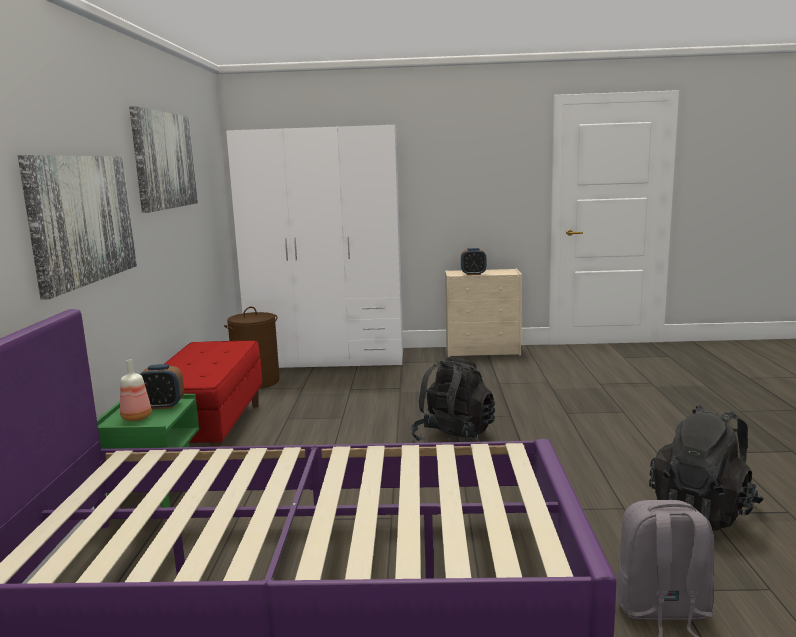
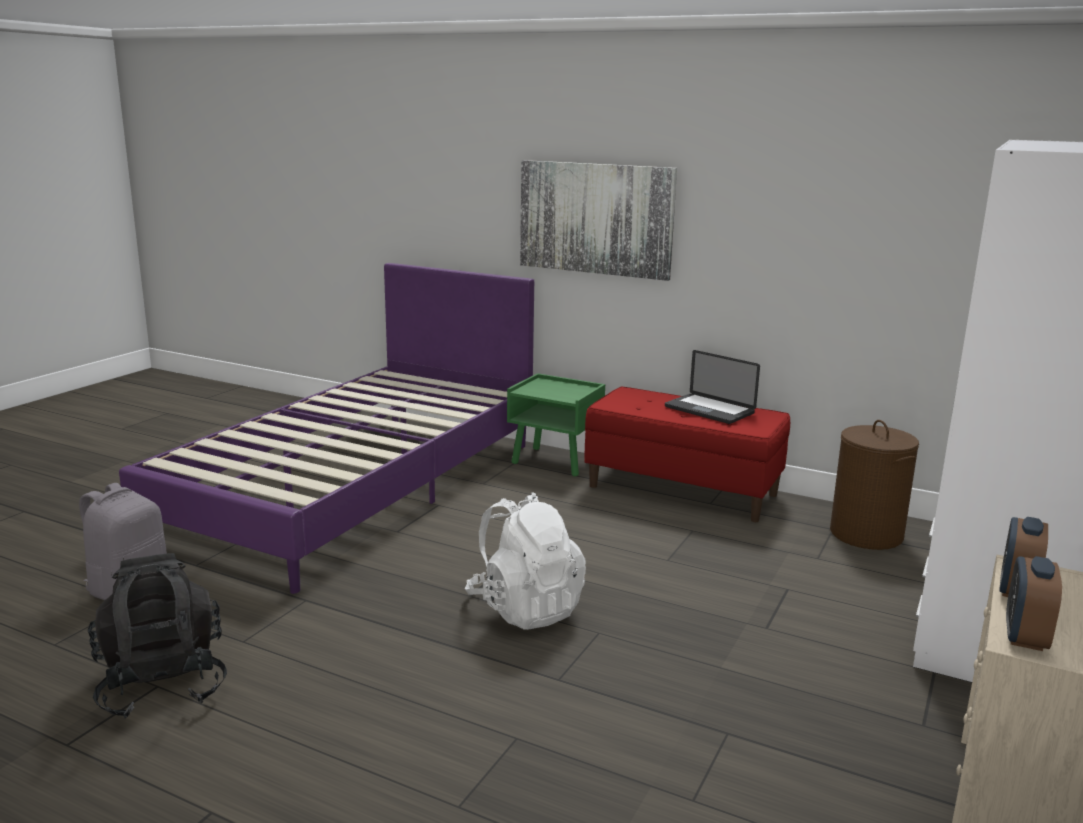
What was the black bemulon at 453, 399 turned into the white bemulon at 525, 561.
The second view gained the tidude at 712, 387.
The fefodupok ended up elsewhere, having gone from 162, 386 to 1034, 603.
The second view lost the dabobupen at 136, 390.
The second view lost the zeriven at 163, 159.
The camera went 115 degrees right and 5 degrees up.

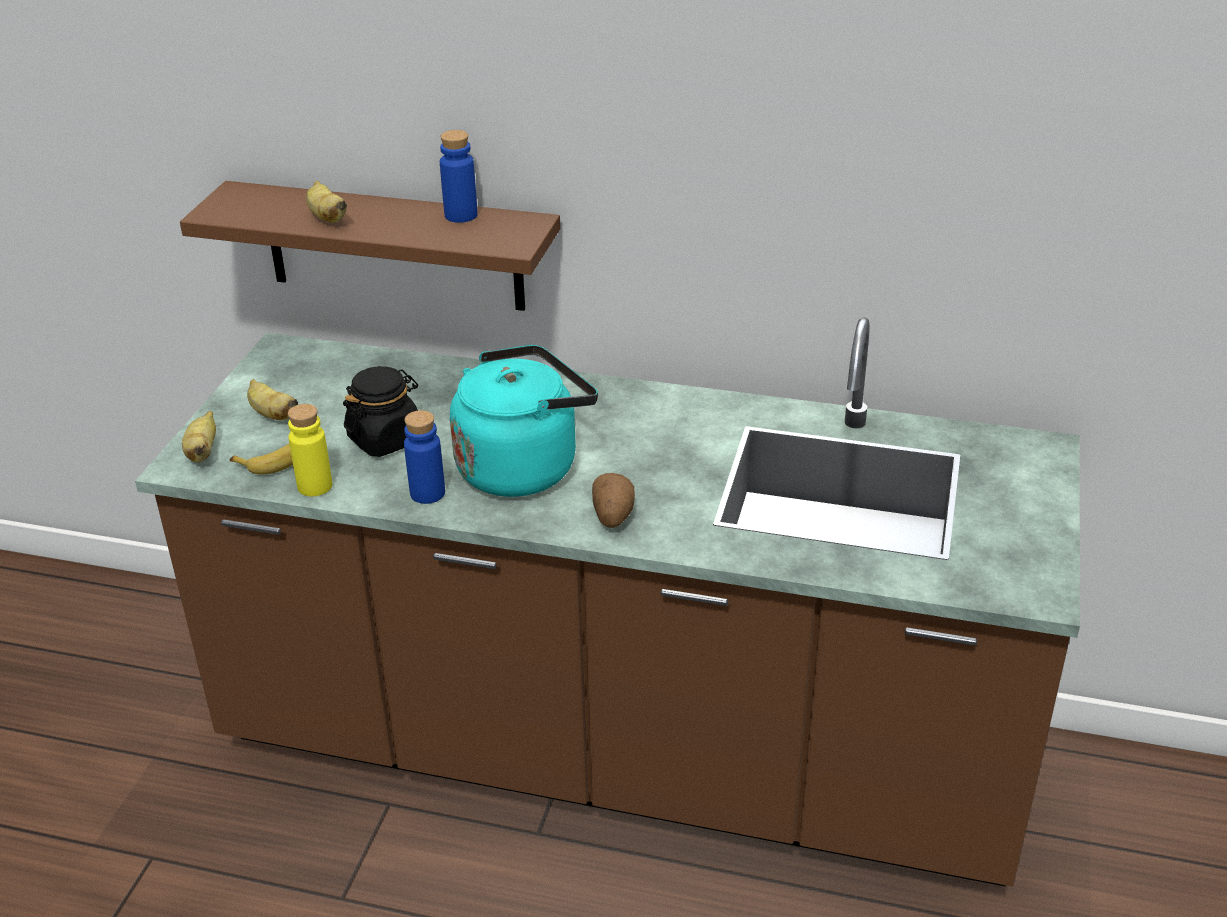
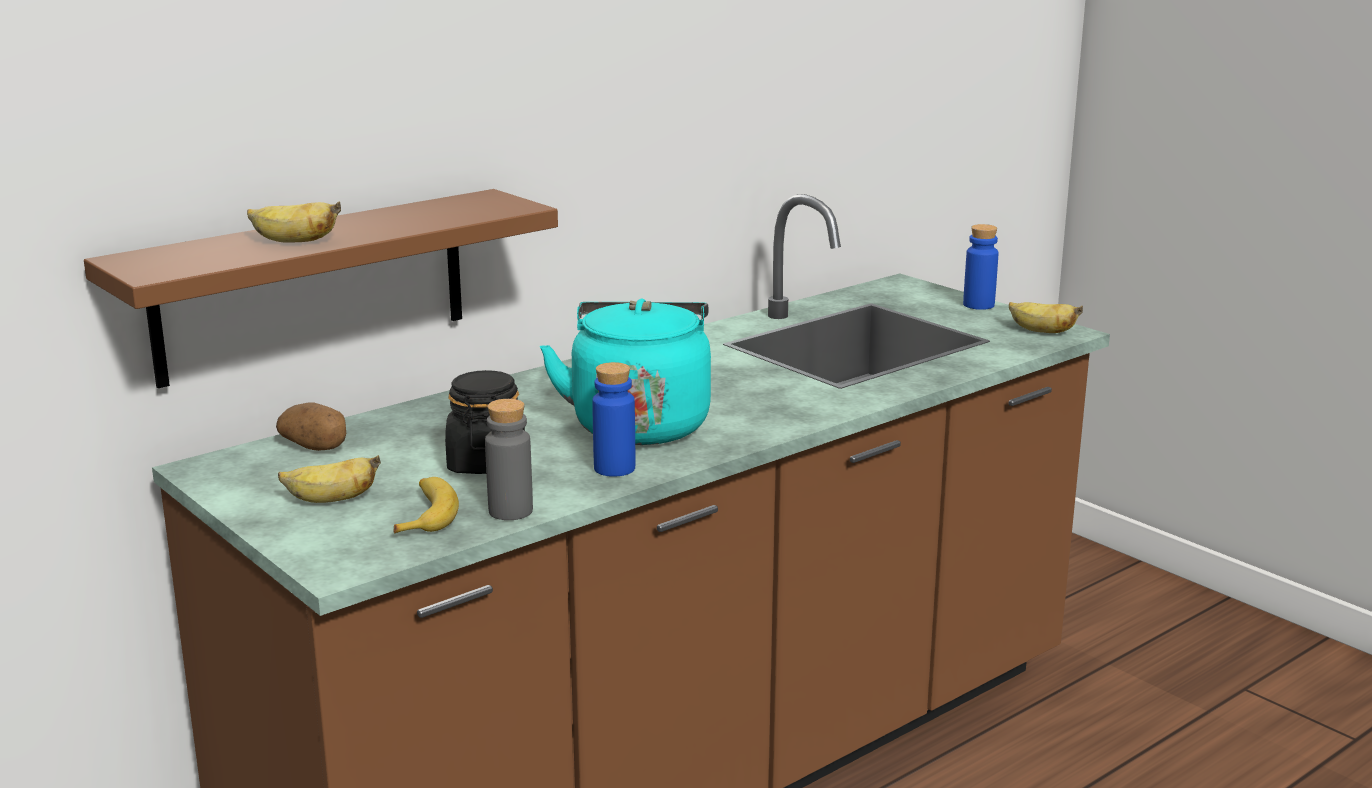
The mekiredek ended up elsewhere, having gone from 613, 500 to 311, 426.
What was the yellow dabobupen at 310, 450 turned into the grey dabobupen at 509, 459.
The blue dabobupen ended up elsewhere, having gone from 459, 176 to 981, 267.
The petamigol ended up elsewhere, having gone from 199, 437 to 1046, 317.
The camera went 55 degrees left and 15 degrees down.

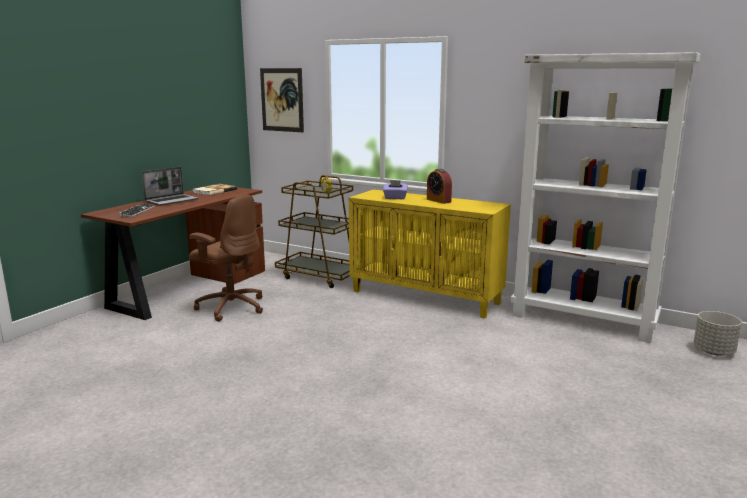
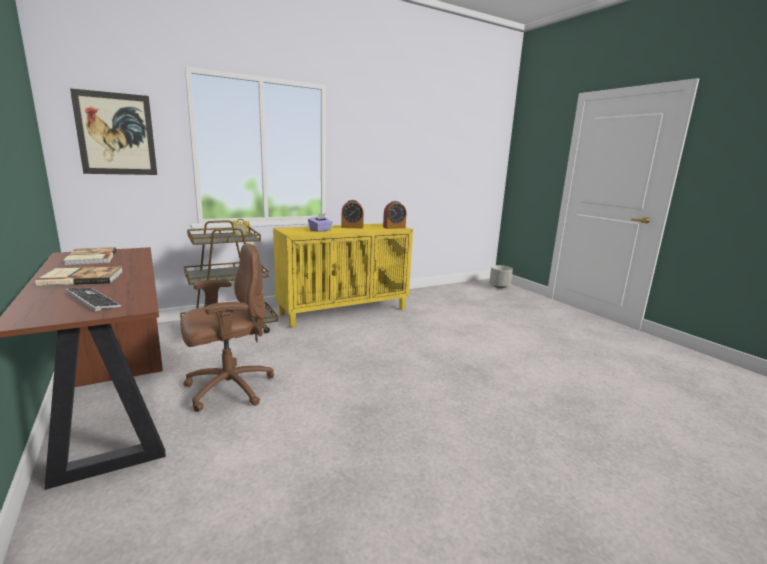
Where the tidude stood at 170, 186, the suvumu came to stand at 79, 276.
The second view gained the fefodupok at 394, 215.
The second view lost the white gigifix at 605, 197.
The camera went 60 degrees left and 0 degrees up.

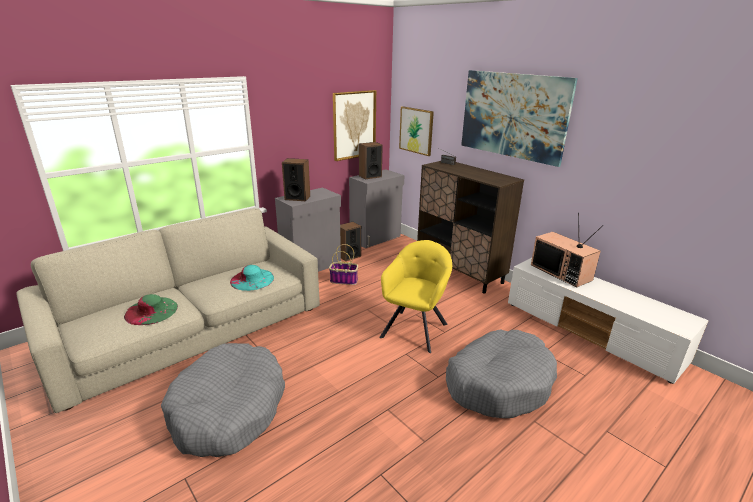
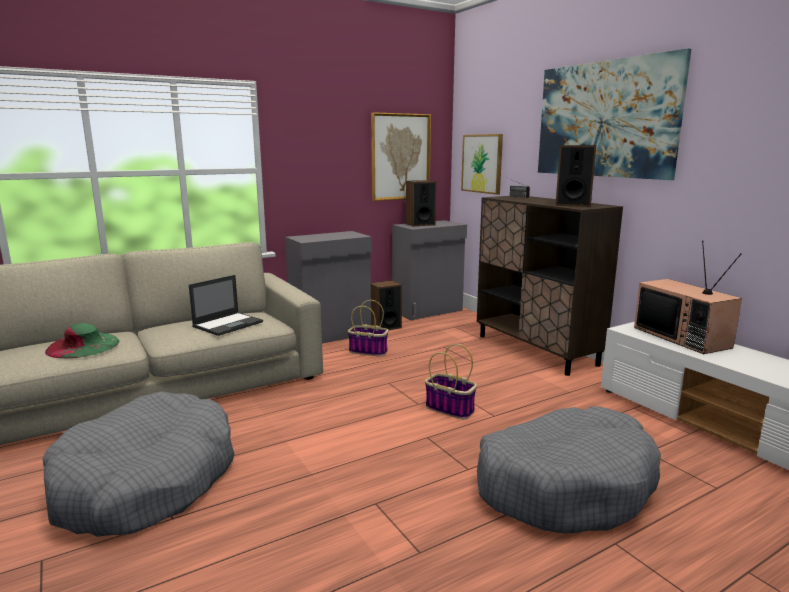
Where the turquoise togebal stood at 252, 278, the tidude came to stand at 226, 305.
Where the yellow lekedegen stood at 415, 296, the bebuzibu came to stand at 451, 381.
The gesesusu ended up elsewhere, having gone from 296, 179 to 575, 176.
The camera went 10 degrees right and 10 degrees down.

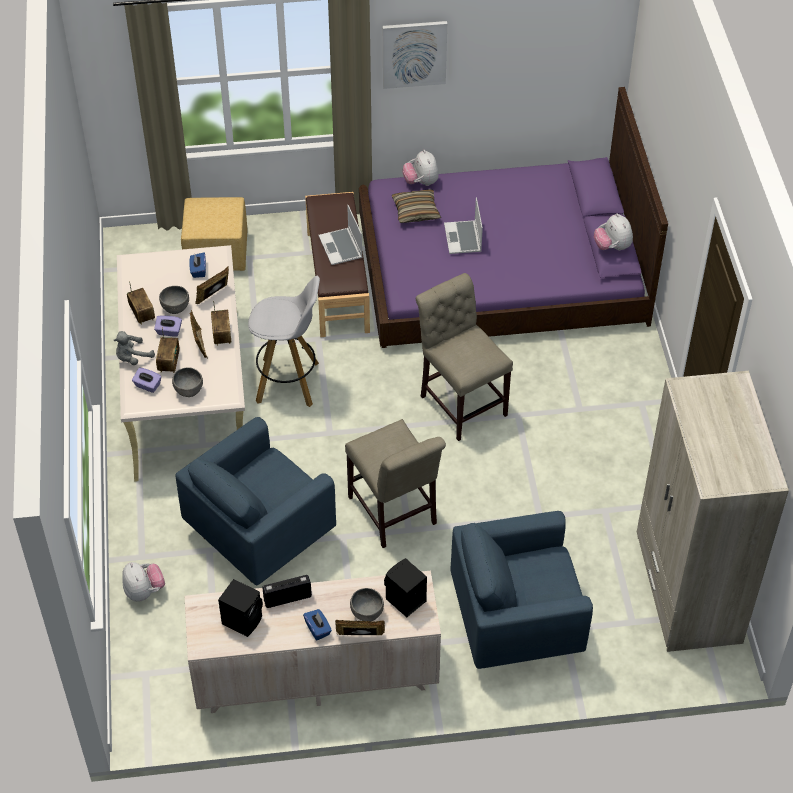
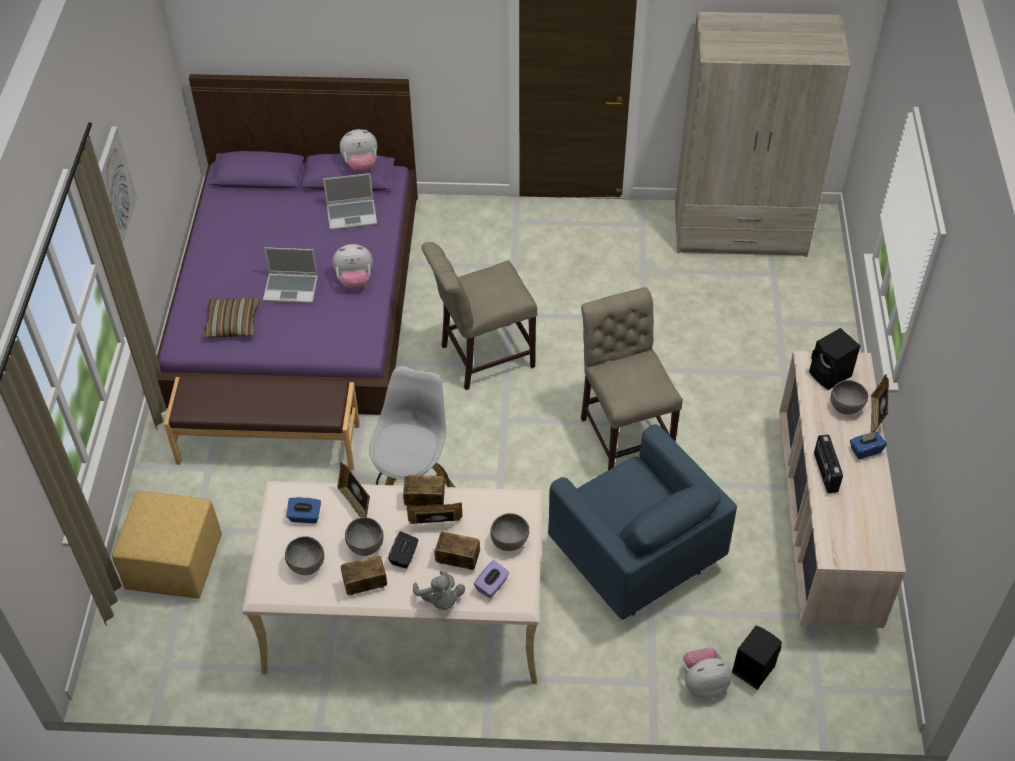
The second view gained the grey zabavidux at 304, 555.
The tidude ended up elsewhere, having gone from 340, 235 to 350, 201.
The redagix ended up elsewhere, having gone from 421, 168 to 353, 267.
What was the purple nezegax at 168, 326 turned into the black nezegax at 403, 550.
The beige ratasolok at 395, 483 ended up facing another way, 90 degrees counterclockwise from before.
The black gesesusu ended up elsewhere, having gone from 240, 608 to 757, 658.
The second view lost the blue lekedegen at 521, 590.
The camera went 80 degrees left and 0 degrees up.

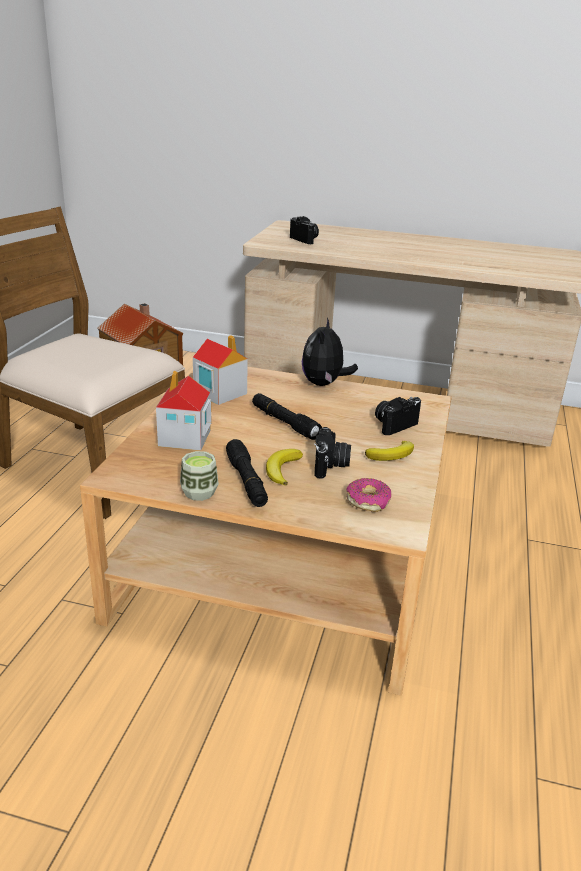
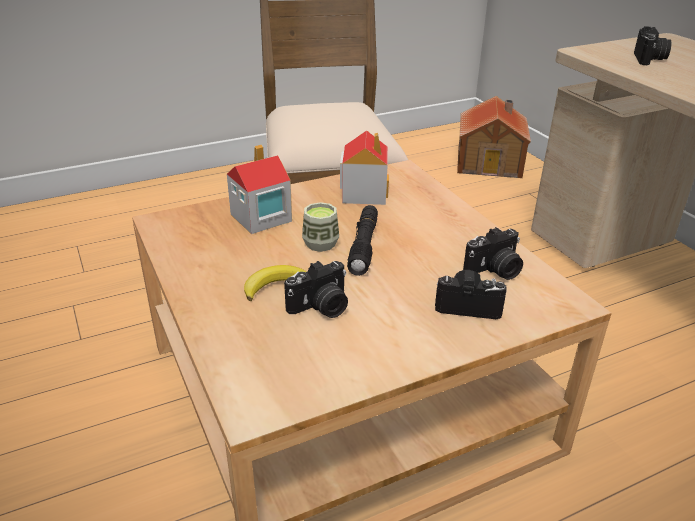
The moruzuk ended up elsewhere, having gone from 199, 476 to 320, 227.
The second view gained the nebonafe at 493, 253.
The second view lost the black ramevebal at 247, 473.
The second view lost the redagix at 330, 352.
The second view lost the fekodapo at 368, 495.
The second view lost the petamigol at 389, 451.
The camera went 50 degrees right and 5 degrees up.

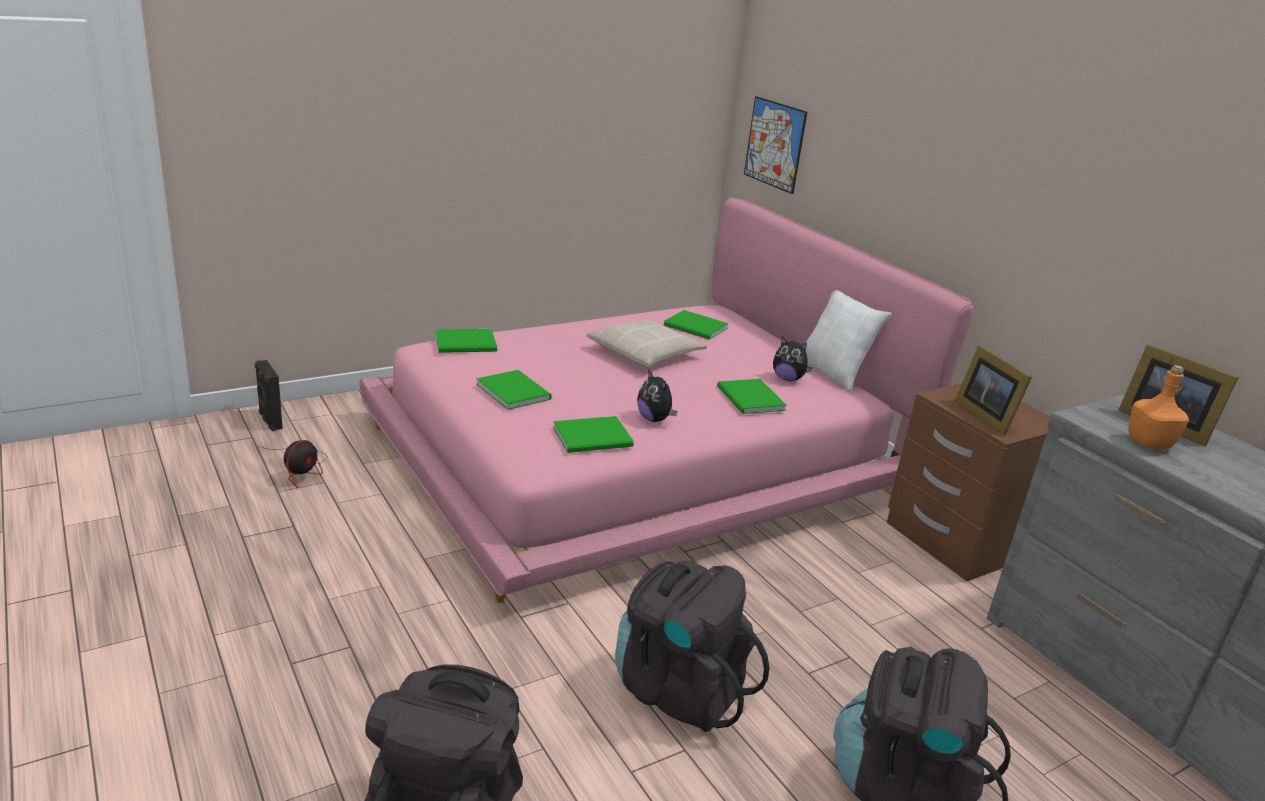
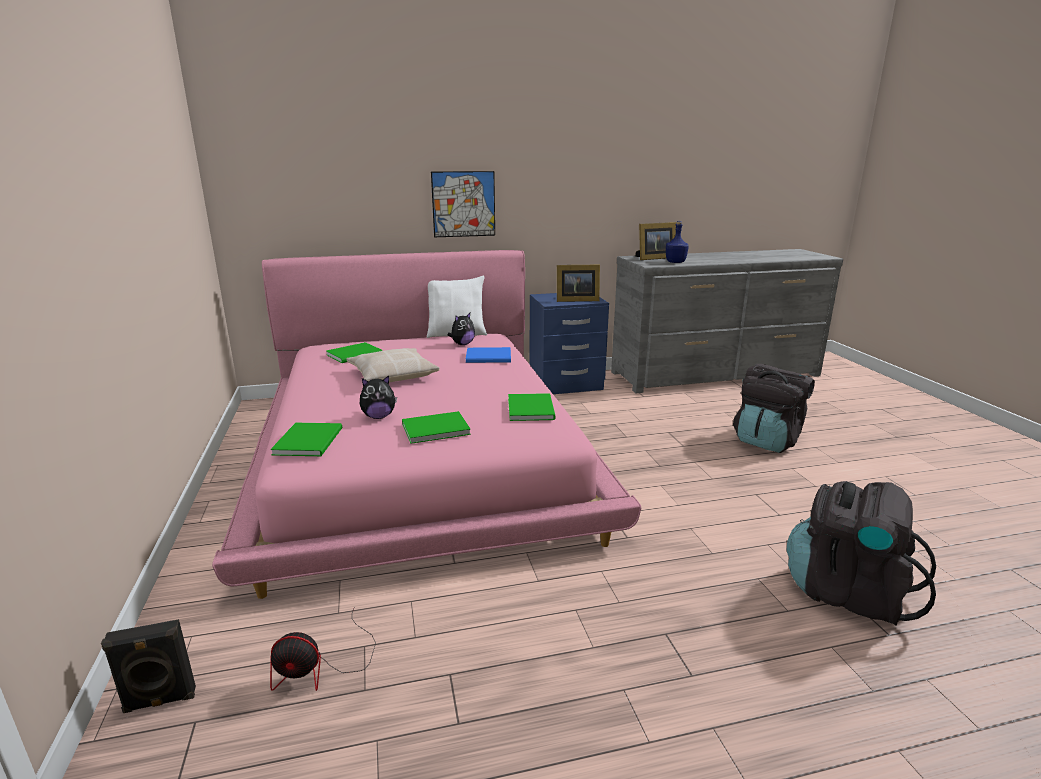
The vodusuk at 294, 464 ended up facing another way, 135 degrees clockwise from before.
The redagix ended up elsewhere, having gone from 657, 395 to 378, 397.
The zeriven ended up elsewhere, having gone from 775, 145 to 463, 204.
What was the green suvumu at 752, 396 turned into the blue suvumu at 488, 355.
What was the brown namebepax at 968, 482 turned into the blue namebepax at 569, 343.
What was the orange dabobupen at 1158, 407 turned into the blue dabobupen at 677, 242.
The second view lost the black bemulon at 692, 646.
The camera went 70 degrees left and 5 degrees down.

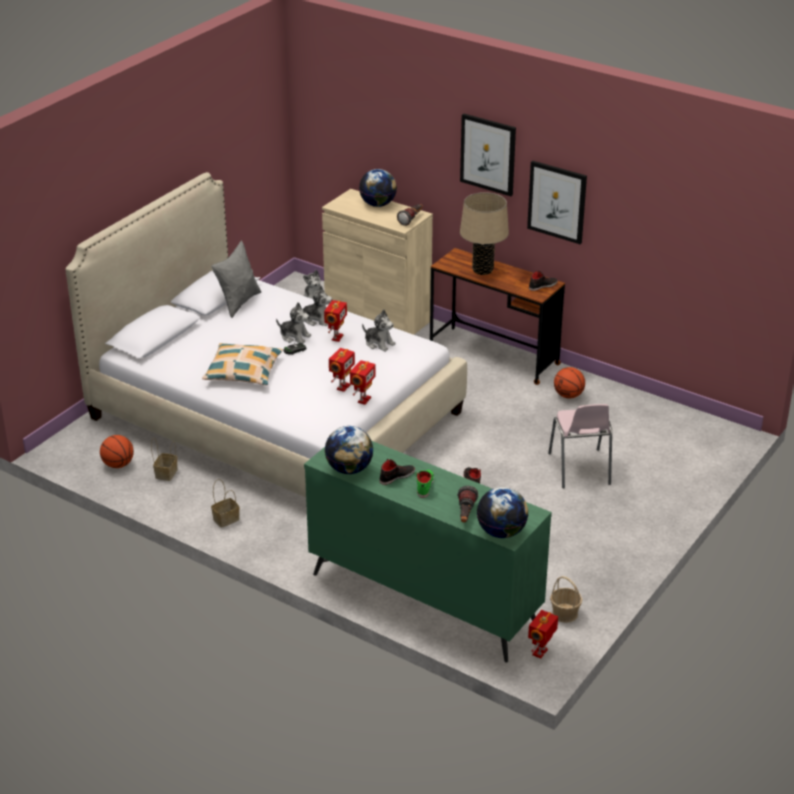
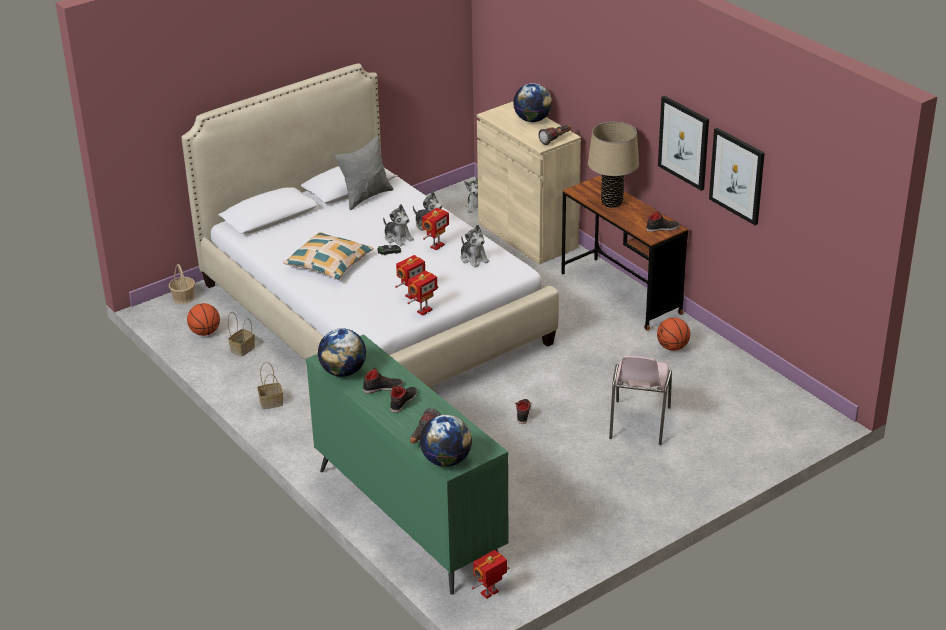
The bebuzibu ended up elsewhere, having gone from 566, 599 to 182, 284.
What was the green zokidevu at 424, 484 turned into the black zokidevu at 403, 399.
The zeriven ended up elsewhere, having gone from 488, 155 to 737, 176.
The camera went 20 degrees right and 0 degrees up.

